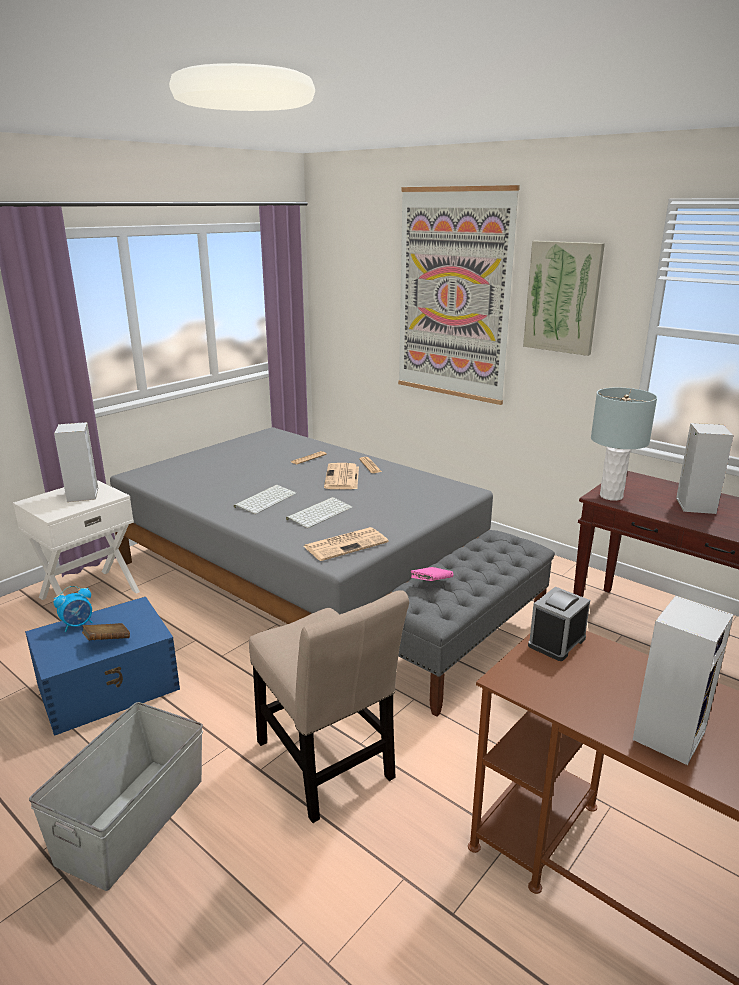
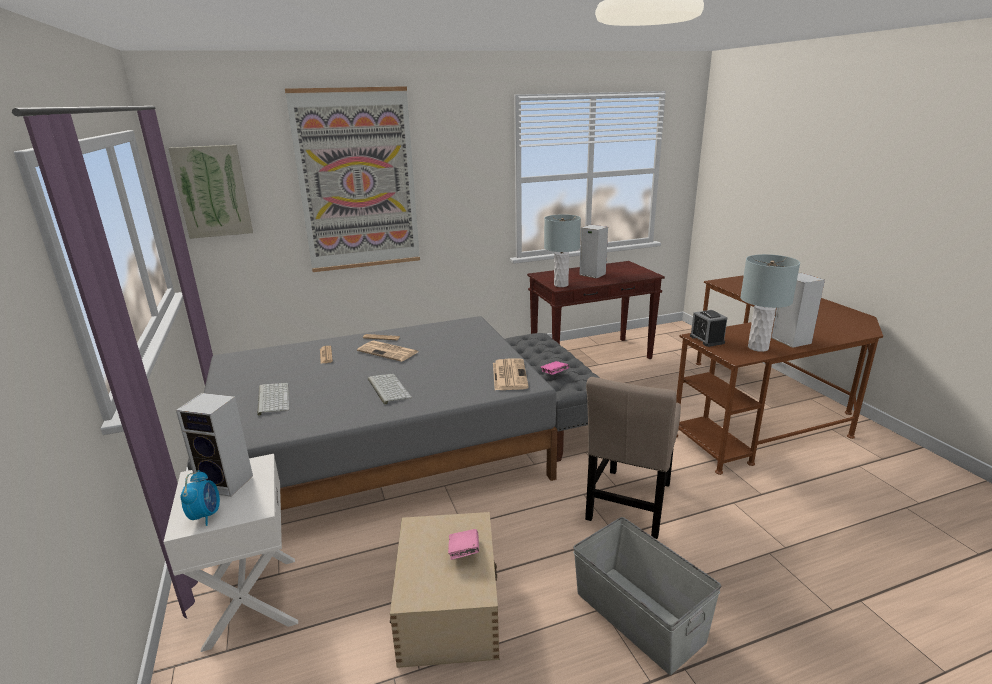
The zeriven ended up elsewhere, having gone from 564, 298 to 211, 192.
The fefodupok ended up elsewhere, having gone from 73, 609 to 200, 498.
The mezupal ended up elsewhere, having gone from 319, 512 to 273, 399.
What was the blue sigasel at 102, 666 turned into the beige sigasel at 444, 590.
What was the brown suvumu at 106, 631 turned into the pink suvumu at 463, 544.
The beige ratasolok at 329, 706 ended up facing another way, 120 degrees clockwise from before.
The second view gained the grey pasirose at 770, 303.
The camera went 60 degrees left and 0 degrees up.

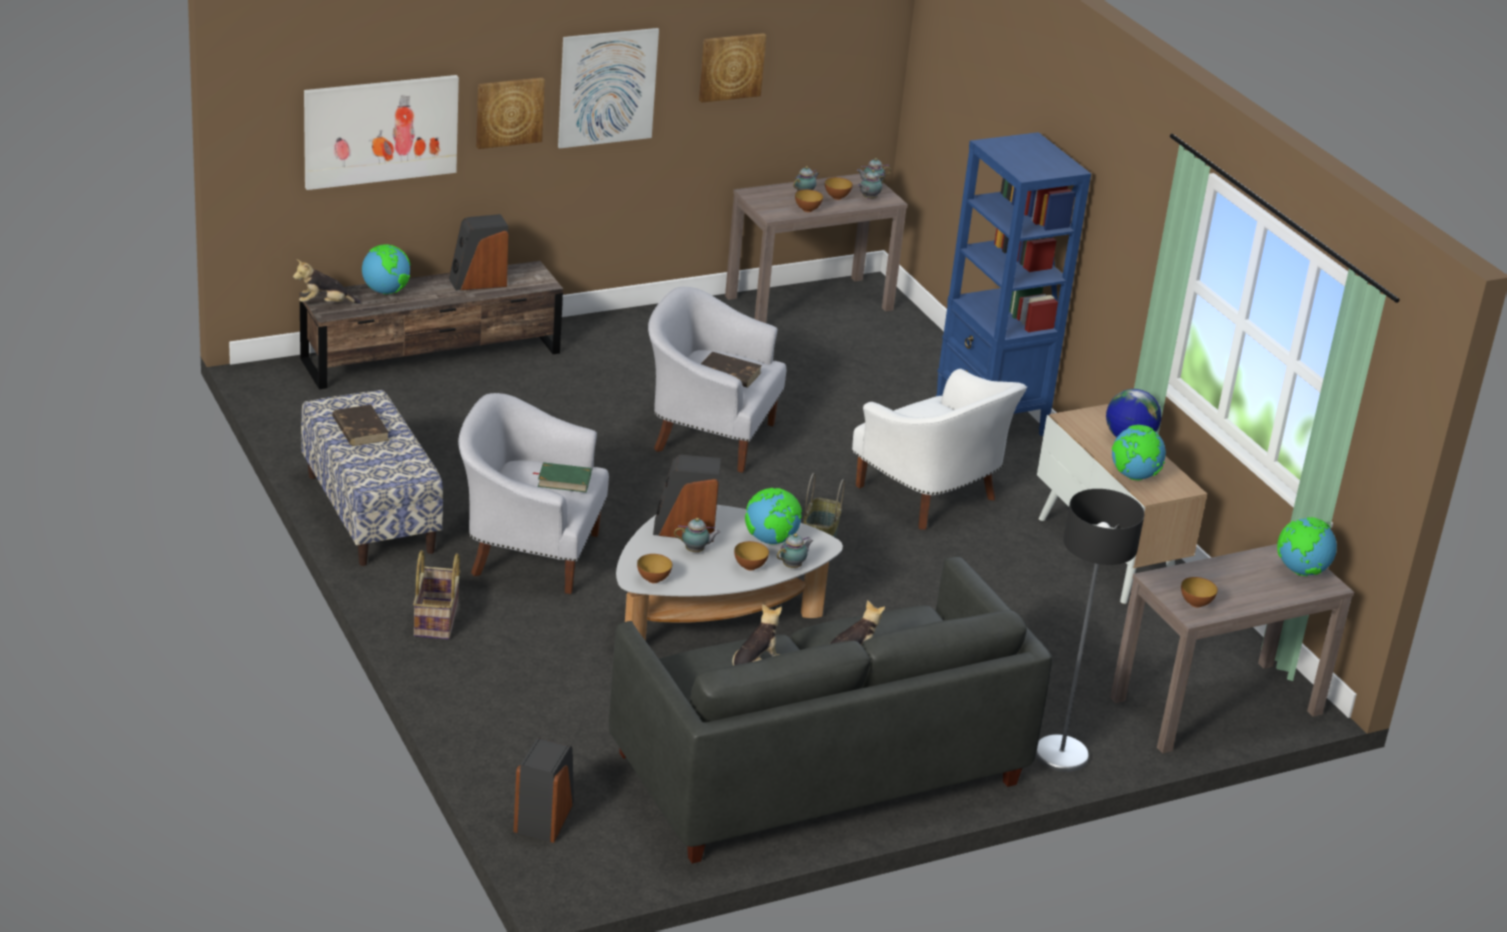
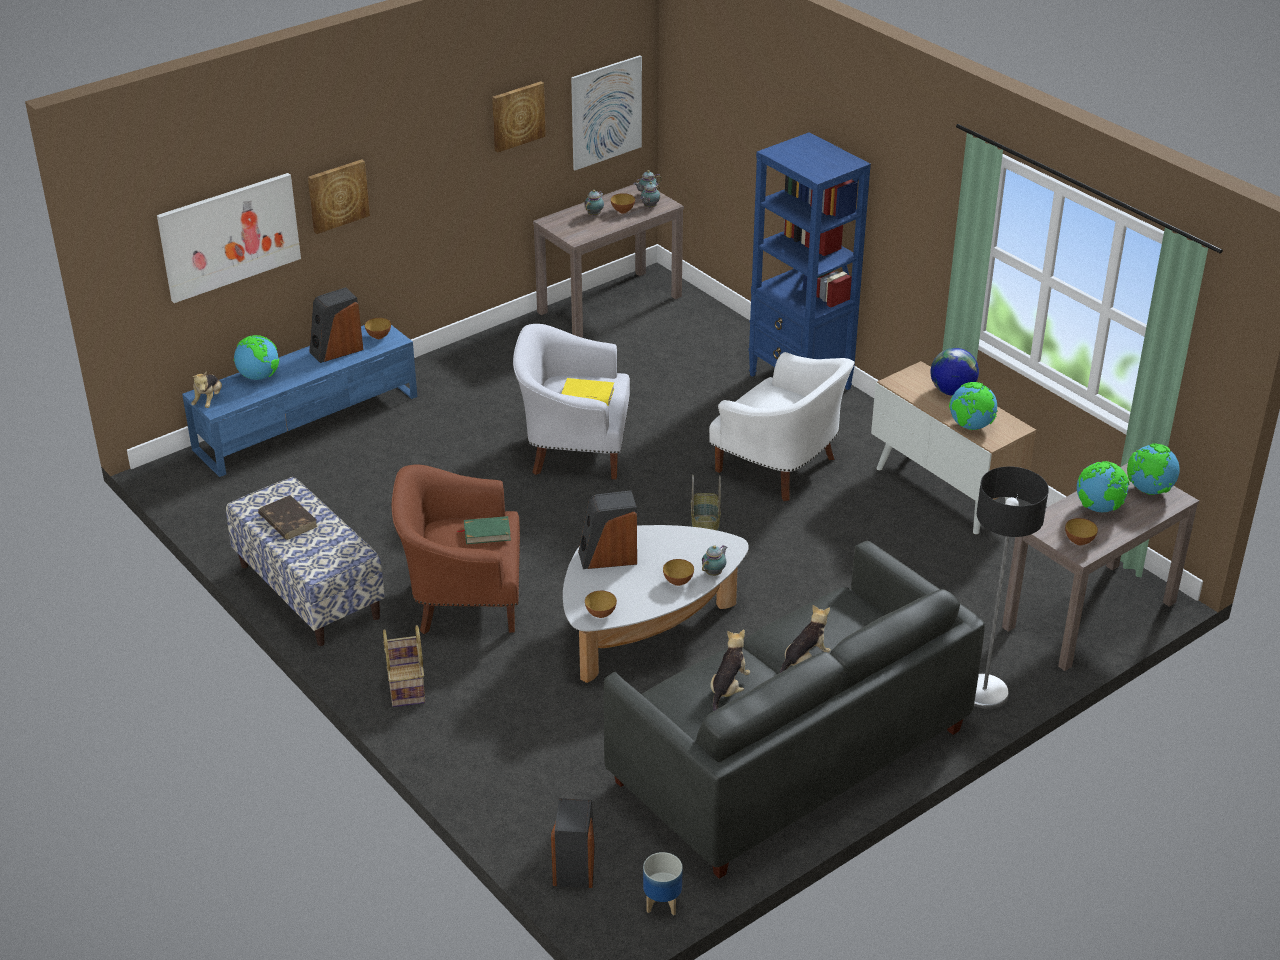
What was the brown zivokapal at 431, 325 turned into the blue zivokapal at 299, 401.
The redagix at 327, 281 ended up facing another way, 60 degrees counterclockwise from before.
The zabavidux ended up elsewhere, having gone from 809, 201 to 378, 328.
What was the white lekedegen at 533, 493 turned into the brown lekedegen at 456, 549.
What was the brown suvumu at 731, 370 turned into the yellow suvumu at 587, 392.
The zeriven ended up elsewhere, having gone from 608, 88 to 606, 112.
The second view gained the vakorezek at 663, 883.
The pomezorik ended up elsewhere, having gone from 773, 516 to 1103, 486.
The second view lost the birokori at 697, 535.
The camera went 10 degrees left and 5 degrees up.

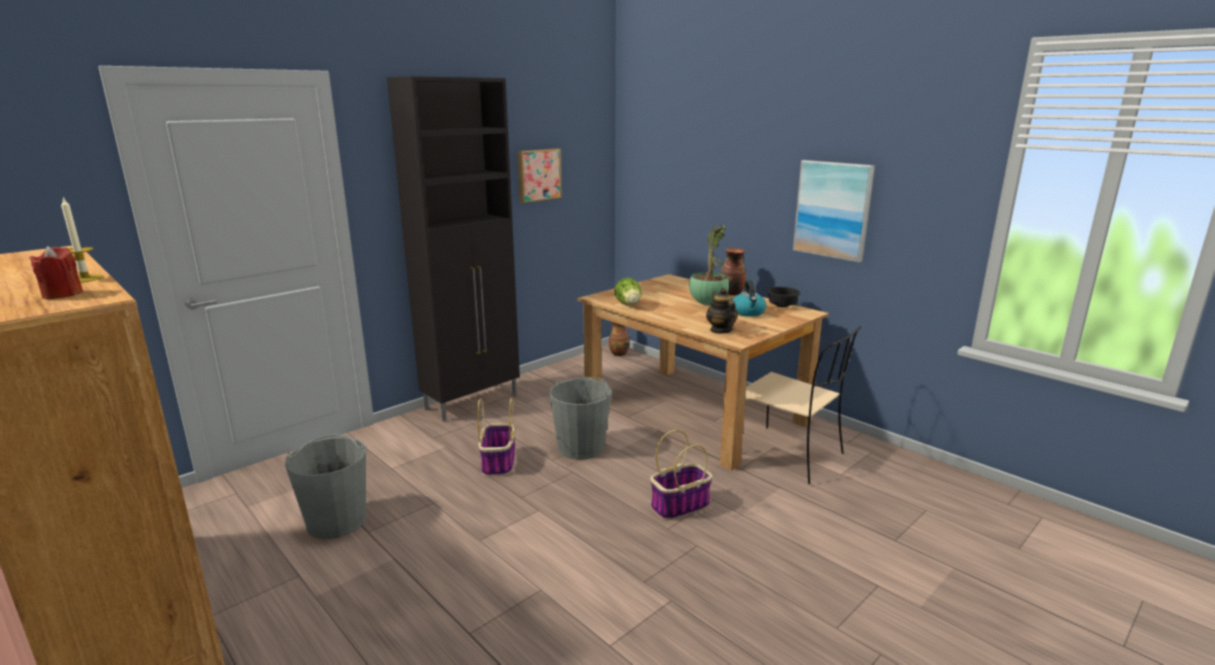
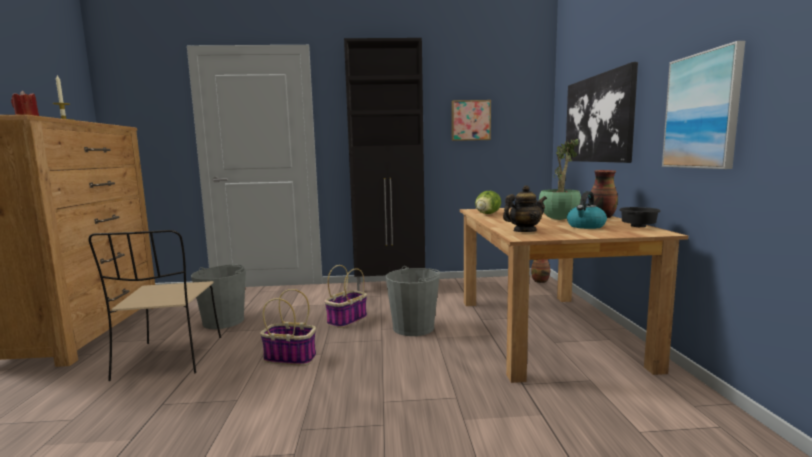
The beige ratasolok ended up elsewhere, having gone from 803, 405 to 155, 305.
The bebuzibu ended up elsewhere, having gone from 681, 475 to 288, 327.
The birokori at 722, 311 ended up facing another way, 45 degrees clockwise from before.
The second view gained the zeriven at 601, 112.
The camera went 40 degrees right and 10 degrees down.

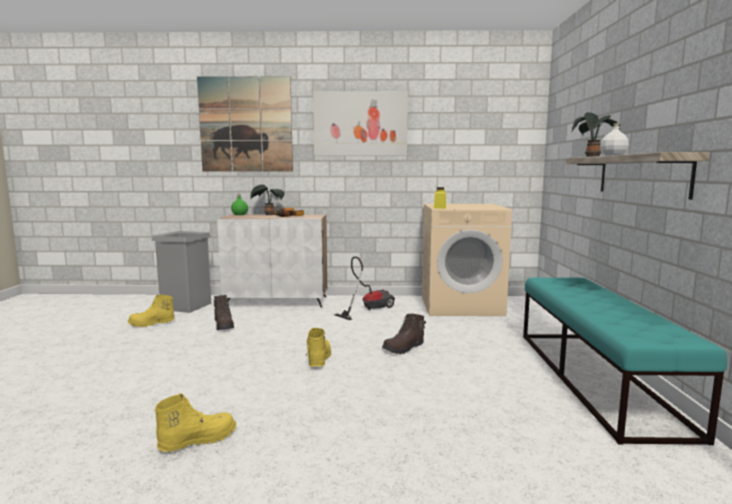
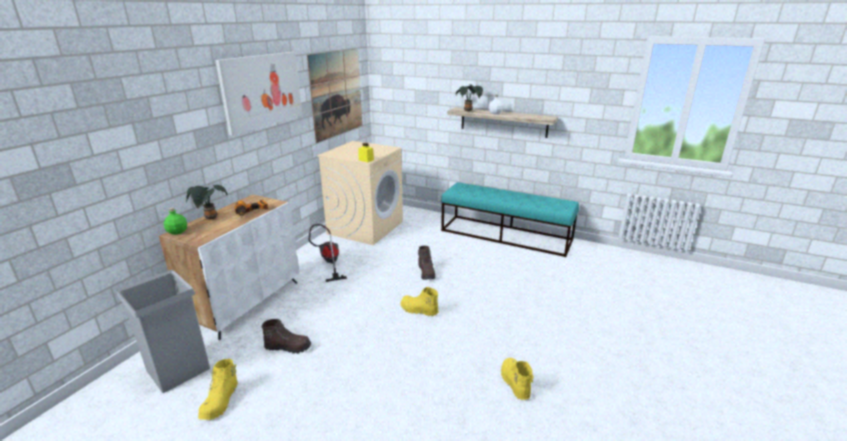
The zeriven ended up elsewhere, having gone from 245, 123 to 334, 96.
The camera went 65 degrees left and 15 degrees up.

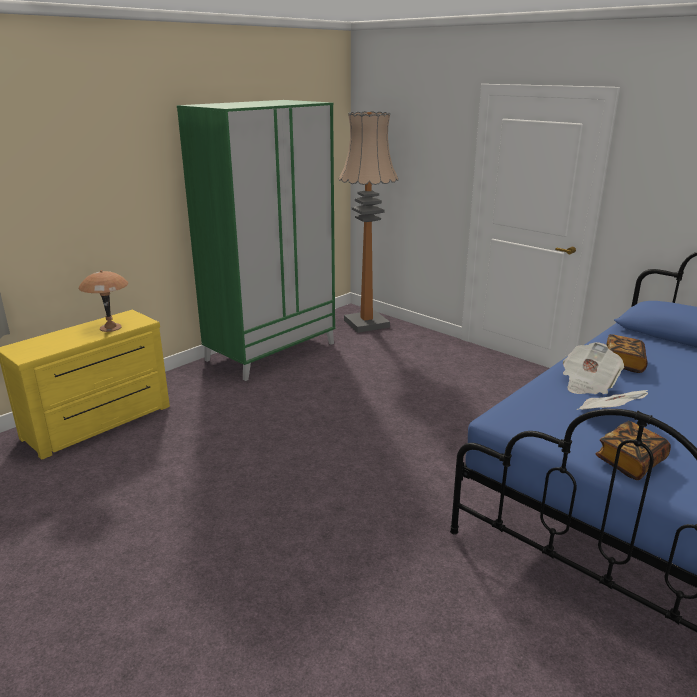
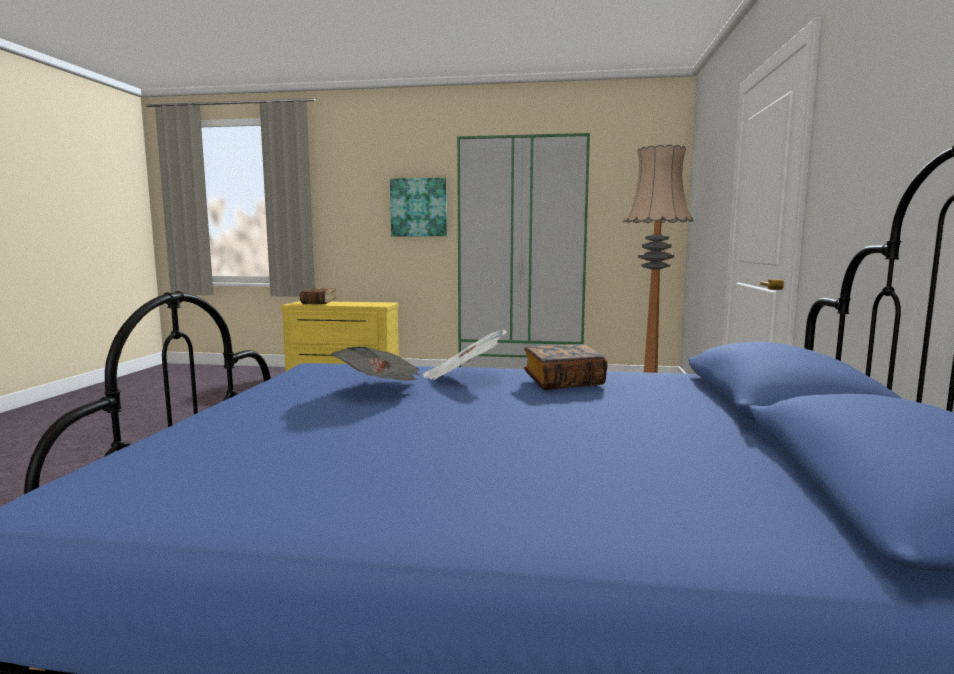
The suvumu ended up elsewhere, having gone from 633, 450 to 318, 296.
The second view gained the zeriven at 418, 207.
The second view lost the brown pasirose at 103, 301.
The camera went 55 degrees right and 15 degrees down.

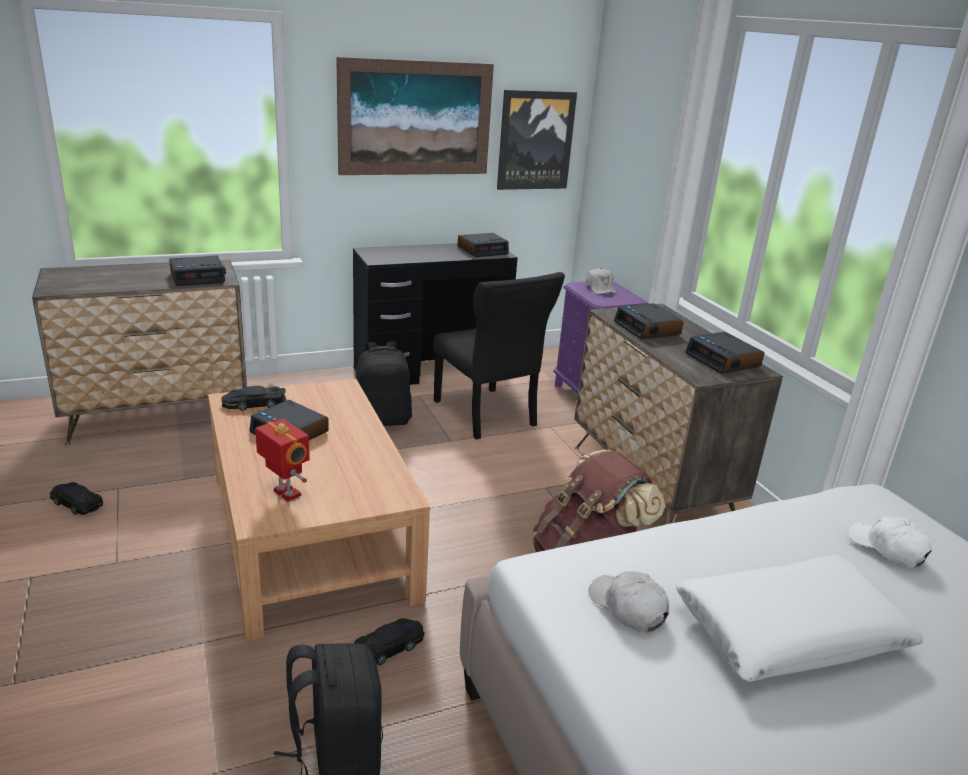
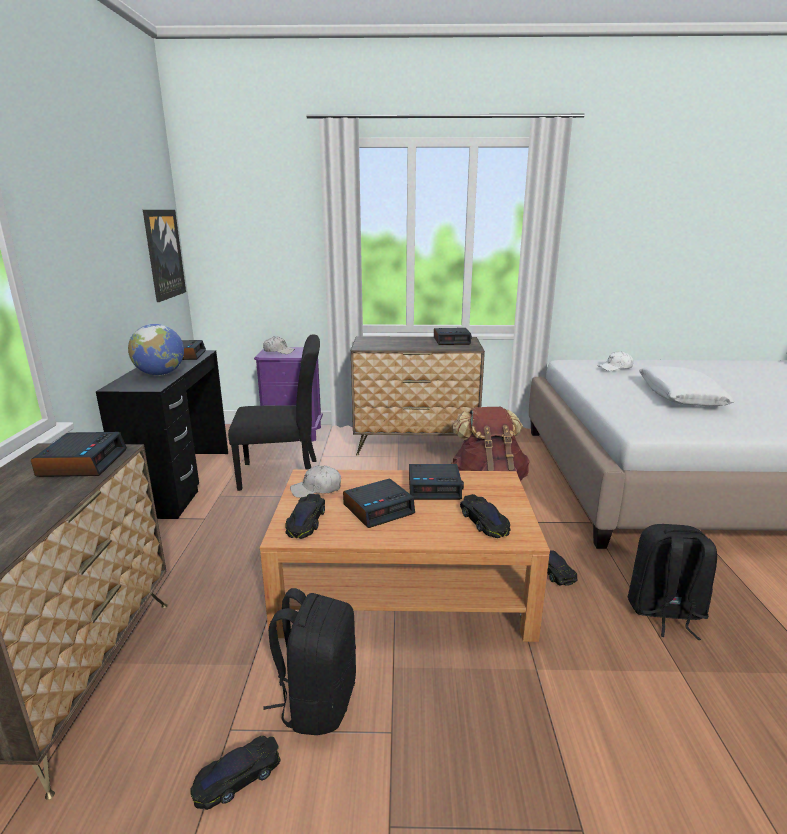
The second view gained the pomezorik at 156, 350.
The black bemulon ended up elsewhere, having gone from 383, 384 to 309, 661.
The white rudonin ended up elsewhere, having gone from 628, 602 to 315, 481.
The fefodupok ended up elsewhere, having gone from 649, 321 to 436, 482.
Where the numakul stood at 282, 460, the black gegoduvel came to stand at 485, 516.
The second view lost the zeriven at 415, 116.
The camera went 65 degrees left and 5 degrees down.

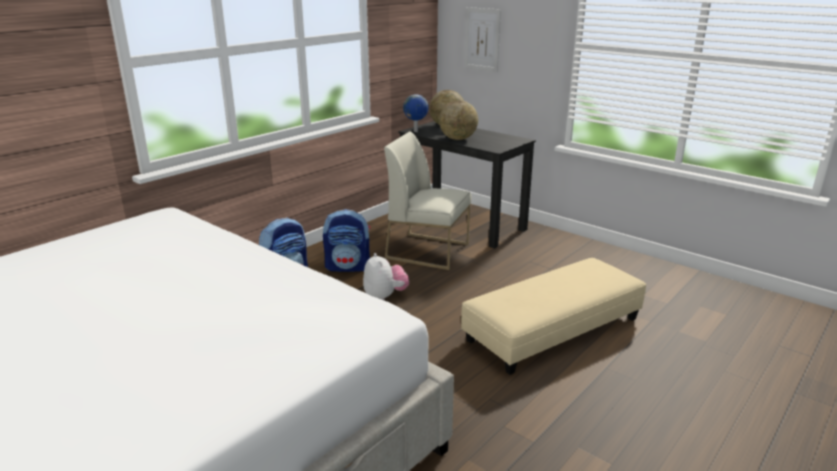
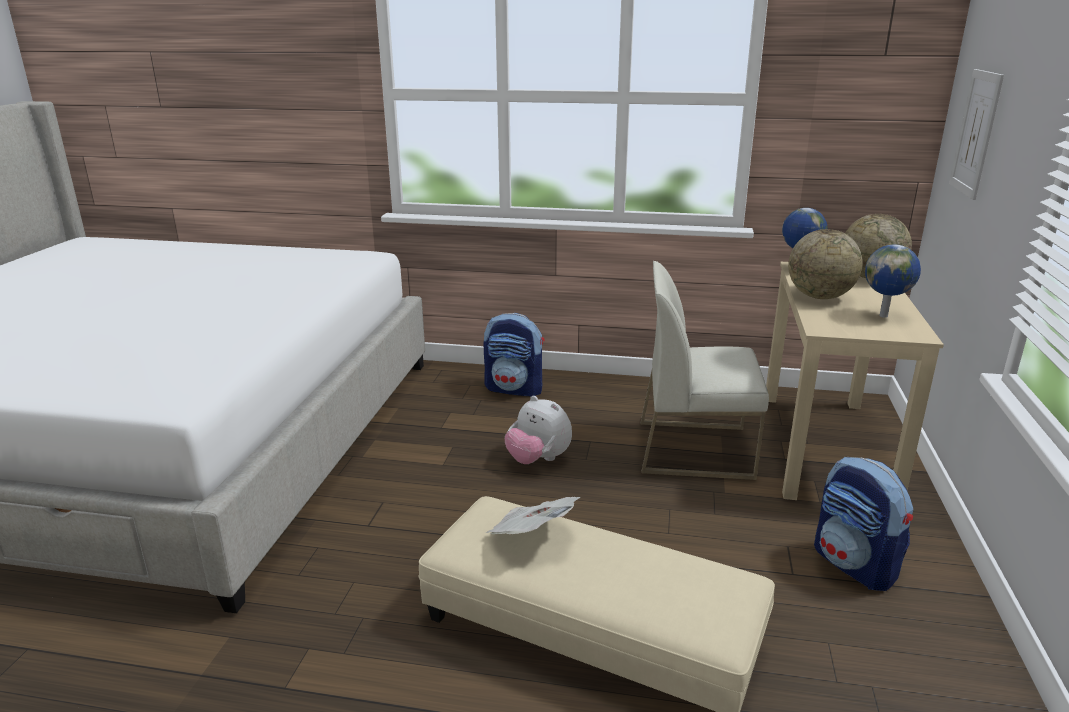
The second view gained the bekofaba at 533, 515.
The redagix at 386, 276 ended up facing another way, 90 degrees clockwise from before.
The white ratasolok at 427, 200 ended up facing another way, 75 degrees counterclockwise from before.
What was the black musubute at 467, 185 turned into the beige musubute at 855, 381.
The bemulon ended up elsewhere, having gone from 347, 240 to 863, 524.
The second view gained the pomezorik at 893, 281.
The camera went 60 degrees right and 0 degrees up.

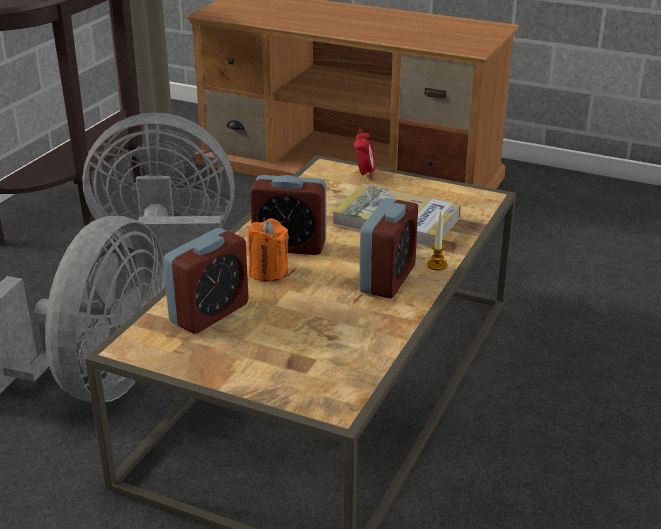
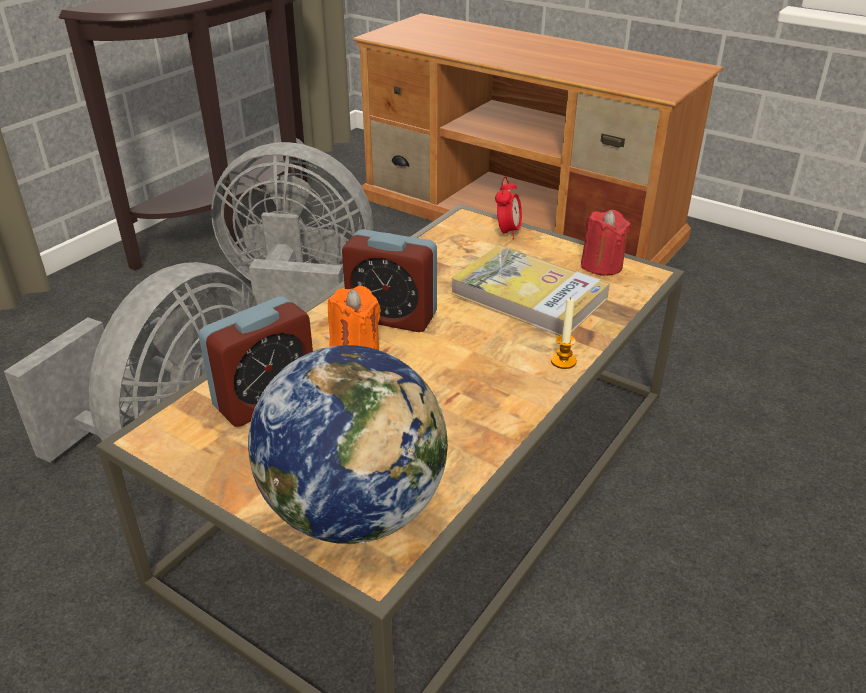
The second view gained the pomezorik at 348, 445.
The second view gained the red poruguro at 606, 243.
The second view lost the fefodupok at 388, 248.
The camera went 10 degrees right and 5 degrees up.

